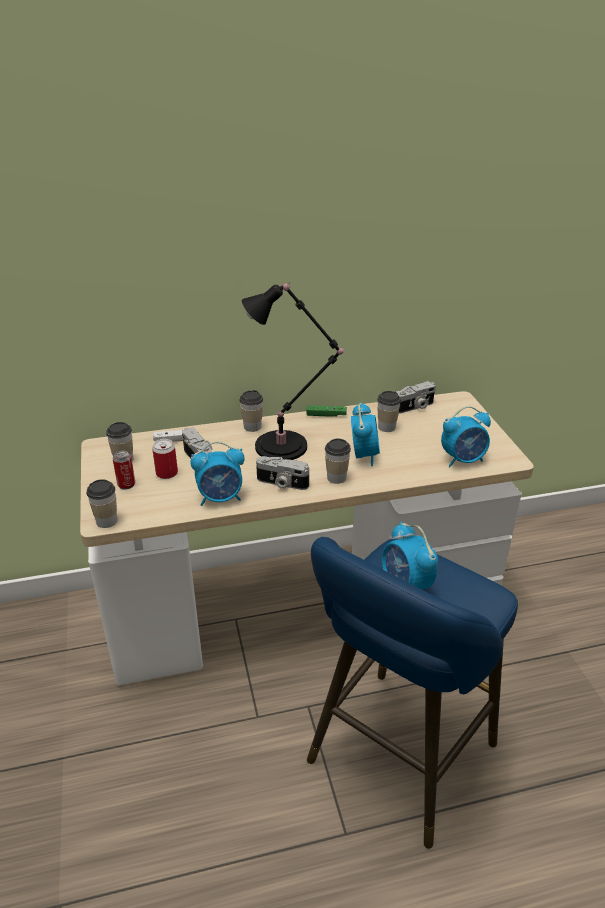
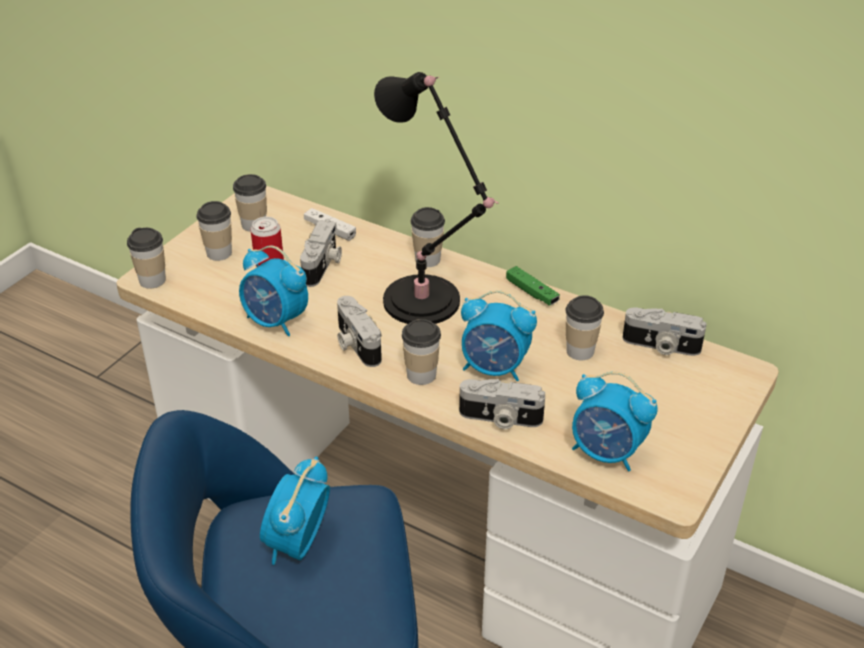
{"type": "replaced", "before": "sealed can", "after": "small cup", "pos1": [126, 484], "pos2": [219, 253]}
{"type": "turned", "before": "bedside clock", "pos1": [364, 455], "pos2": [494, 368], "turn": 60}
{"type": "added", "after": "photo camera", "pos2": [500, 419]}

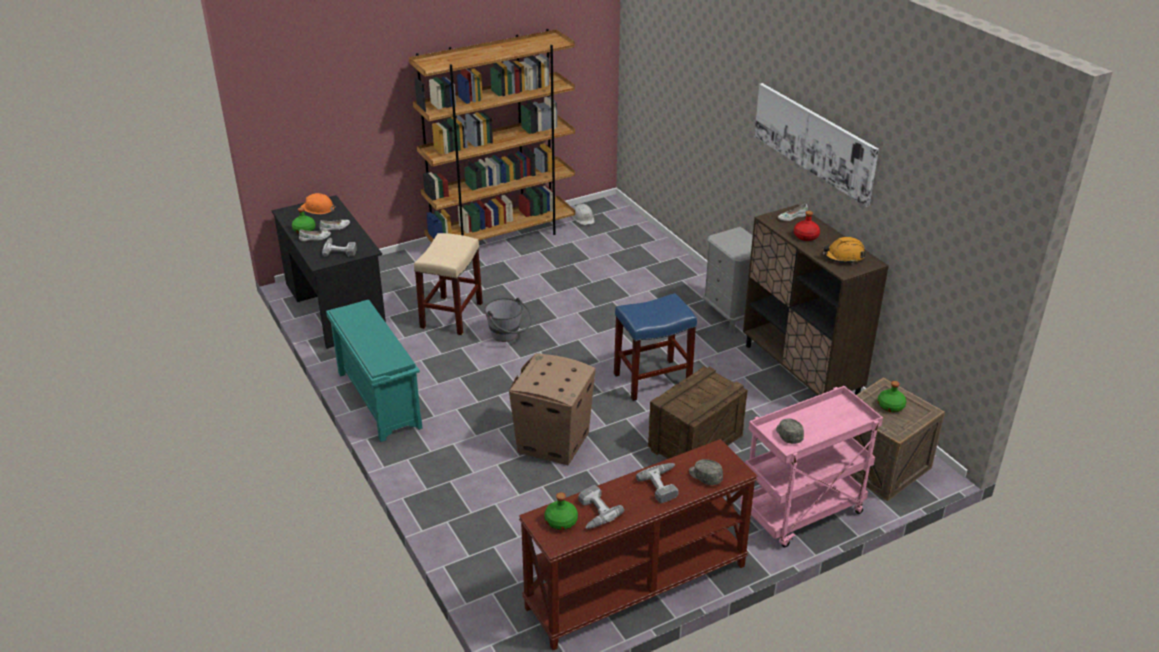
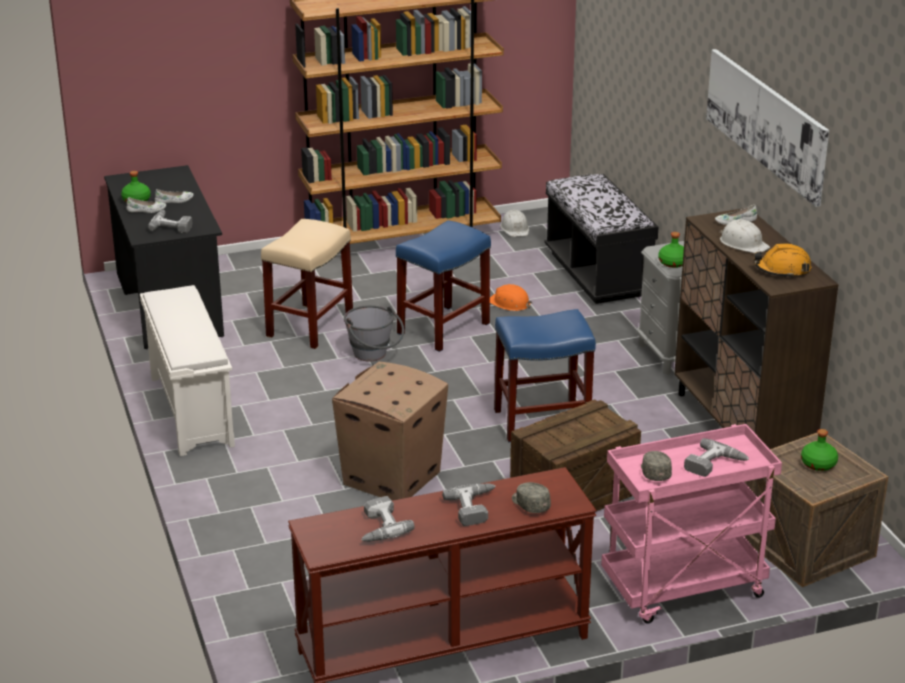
{"type": "moved", "before": "orange-coloured hard hat", "pos1": [318, 208], "pos2": [509, 303]}
{"type": "recoloured", "before": "turquoise shoe stand", "after": "white-coloured shoe stand", "pos1": [377, 399], "pos2": [190, 410]}
{"type": "moved", "before": "greenish drink bottle", "pos1": [561, 522], "pos2": [673, 263]}
{"type": "replaced", "before": "red drink bottle", "after": "white-coloured hard hat", "pos1": [806, 236], "pos2": [743, 243]}
{"type": "added", "after": "bluish stool", "pos2": [443, 329]}
{"type": "added", "after": "black-coloured indoor bench", "pos2": [597, 274]}
{"type": "added", "after": "electric drill", "pos2": [715, 465]}

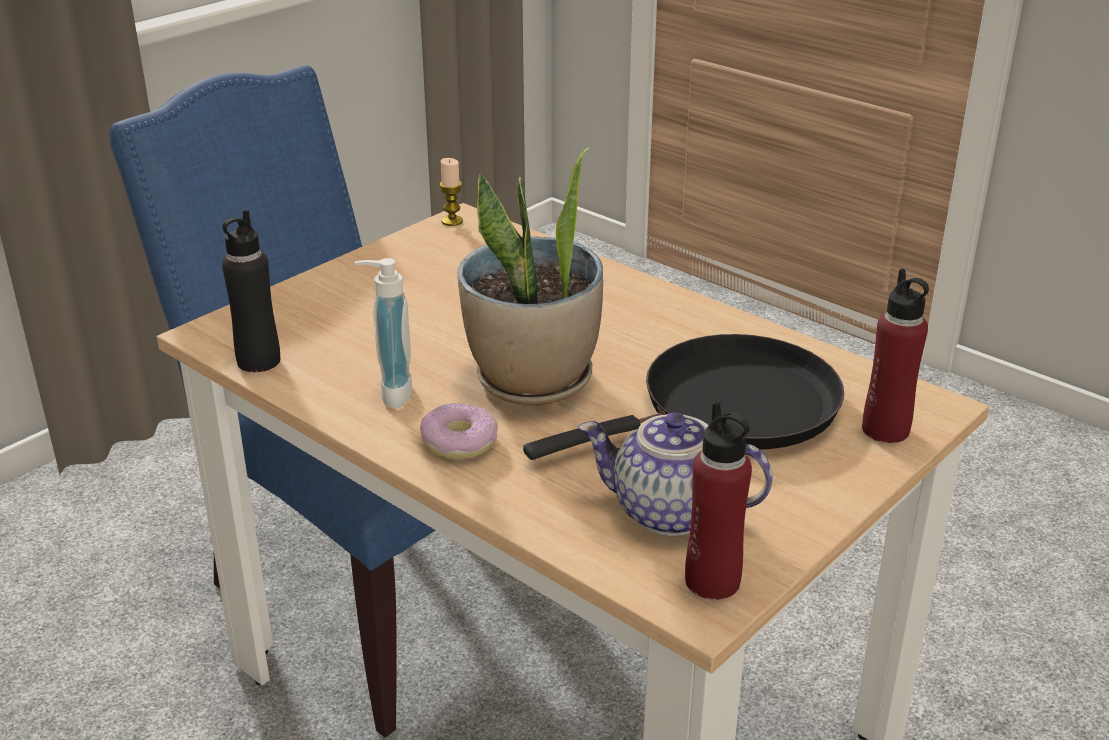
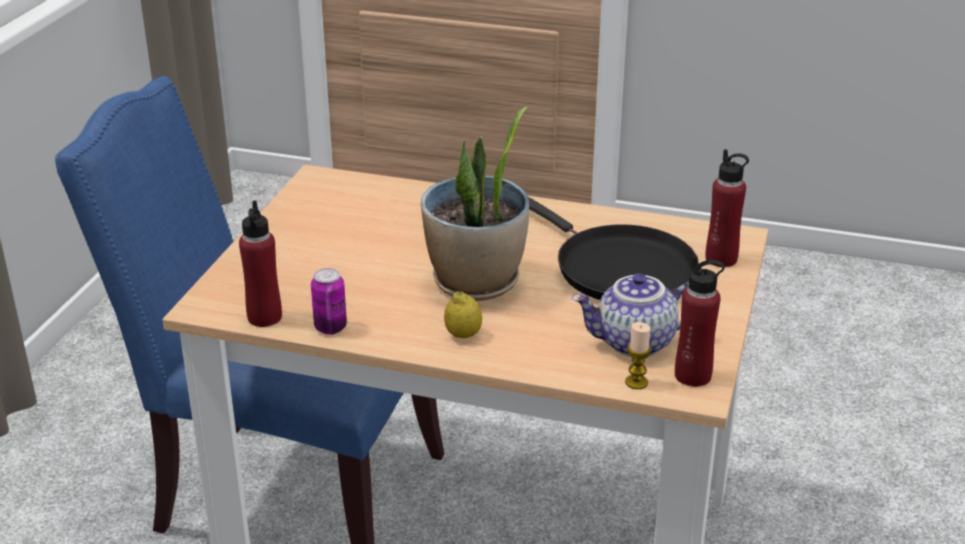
{"type": "recoloured", "before": "black-coloured drink bottle", "after": "red drink bottle", "pos1": [258, 361], "pos2": [264, 317]}
{"type": "removed", "before": "liquid soap bottle", "pos1": [389, 392]}
{"type": "replaced", "before": "donut", "after": "lemon", "pos1": [459, 441], "pos2": [463, 335]}
{"type": "moved", "before": "wax light", "pos1": [452, 221], "pos2": [636, 382]}
{"type": "turned", "before": "black-coloured skillet", "pos1": [729, 408], "pos2": [618, 269], "turn": 105}
{"type": "added", "after": "sealed can", "pos2": [330, 327]}

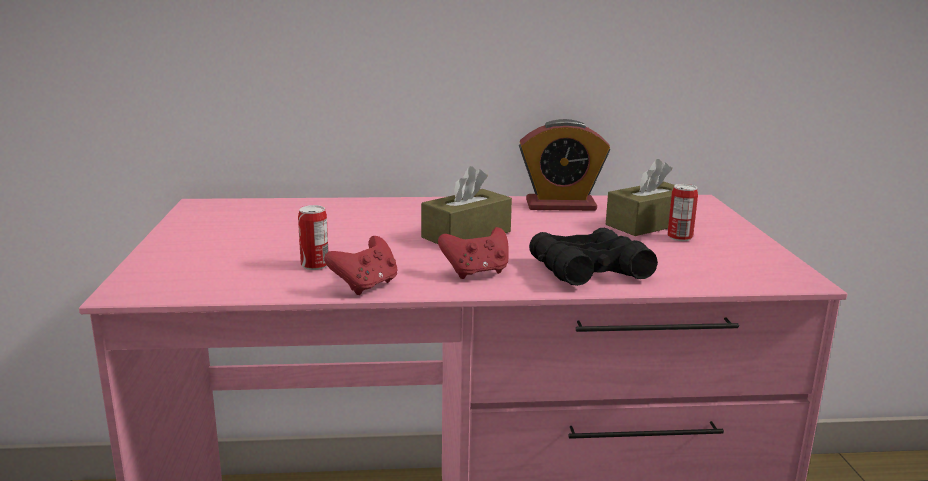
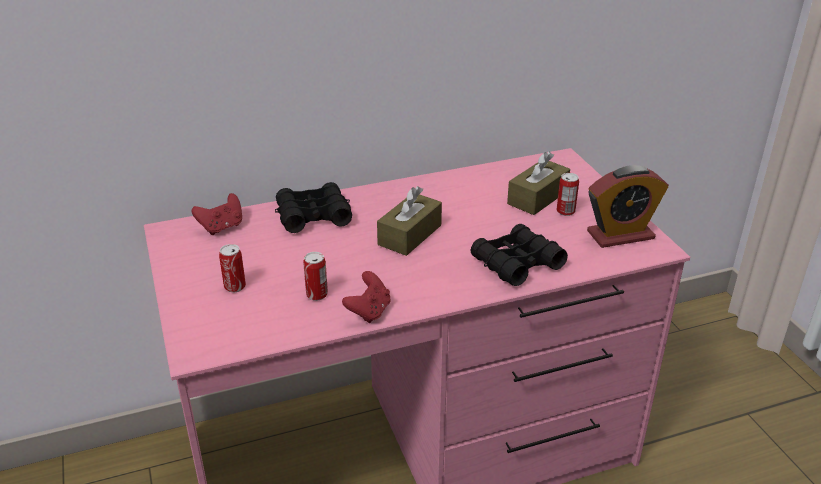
{"type": "moved", "before": "red gamepad", "pos1": [476, 272], "pos2": [222, 227]}
{"type": "moved", "before": "bedside clock", "pos1": [560, 205], "pos2": [620, 235]}
{"type": "added", "after": "sealed can", "pos2": [235, 286]}
{"type": "added", "after": "black-coloured pair of binoculars", "pos2": [313, 216]}

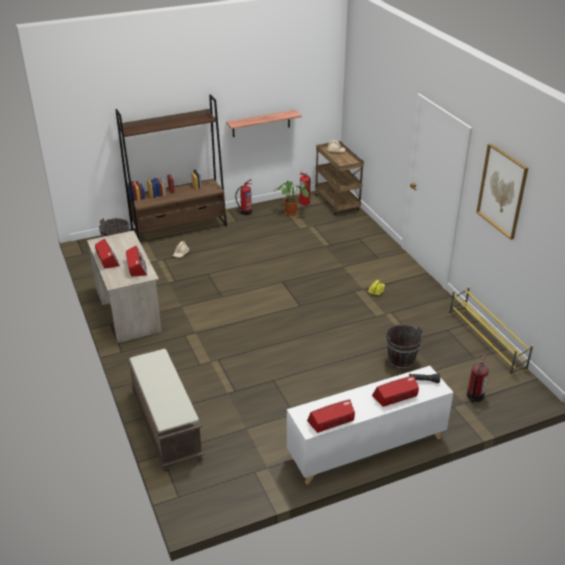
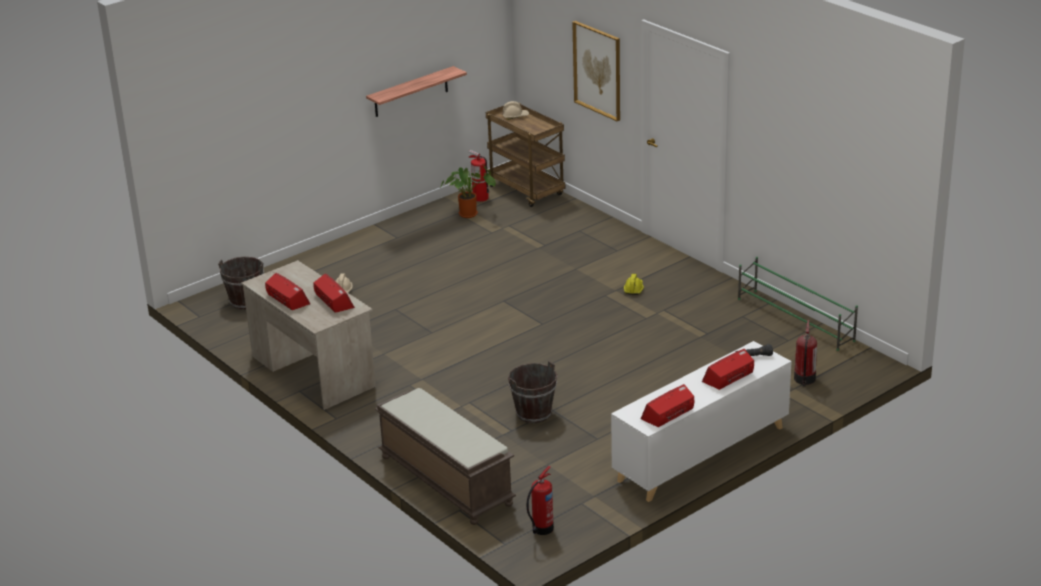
{"type": "removed", "before": "brown-coloured bookshelf", "pos1": [179, 228]}
{"type": "moved", "before": "fire extinguisher", "pos1": [245, 212], "pos2": [541, 529]}
{"type": "moved", "before": "brown-coloured pail", "pos1": [401, 361], "pos2": [534, 413]}
{"type": "recoloured", "before": "yellowish shoe stand", "after": "greenish shoe stand", "pos1": [486, 341], "pos2": [795, 320]}
{"type": "moved", "before": "wall picture", "pos1": [502, 191], "pos2": [597, 70]}

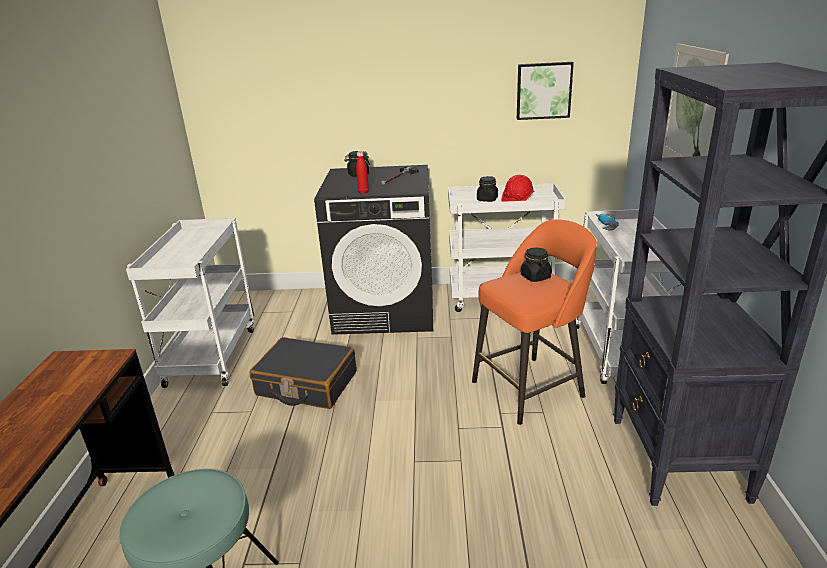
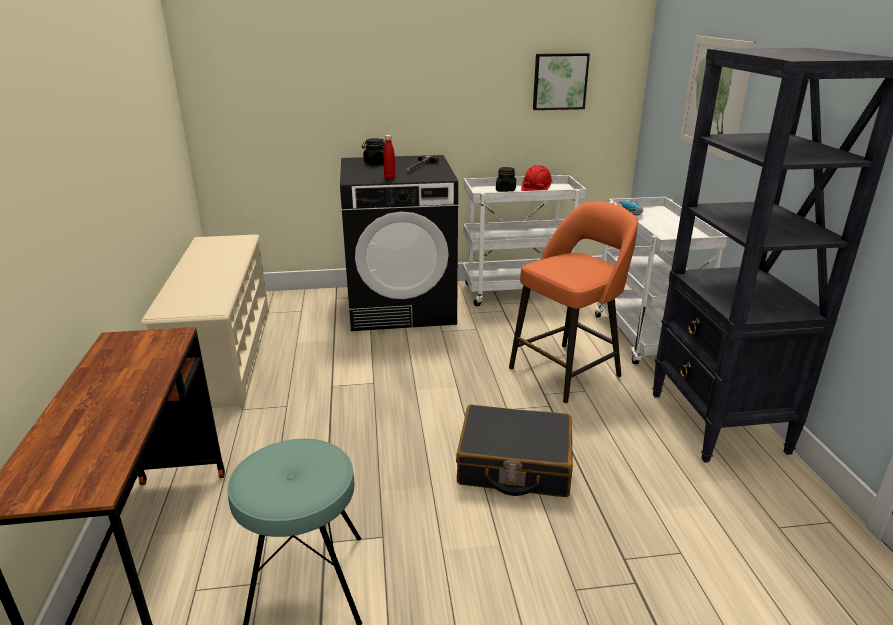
{"type": "replaced", "before": "white-coloured trolley", "after": "beige shoe stand", "pos1": [211, 355], "pos2": [224, 355]}
{"type": "moved", "before": "black-coloured travel case", "pos1": [306, 384], "pos2": [514, 465]}
{"type": "removed", "before": "black-coloured jar", "pos1": [535, 277]}

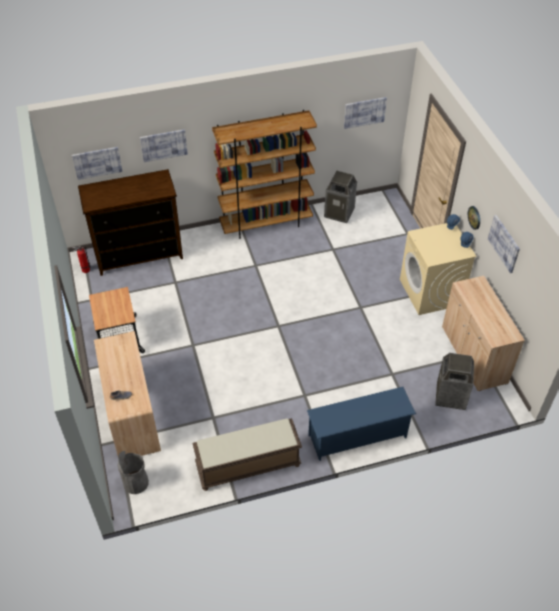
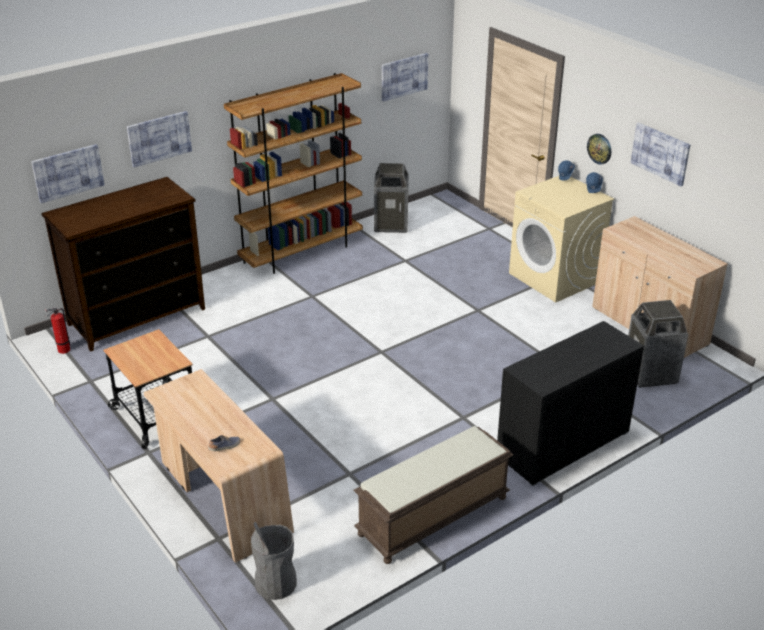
{"type": "replaced", "before": "bluish shoe stand", "after": "black-coloured cabinet", "pos1": [358, 436], "pos2": [562, 444]}

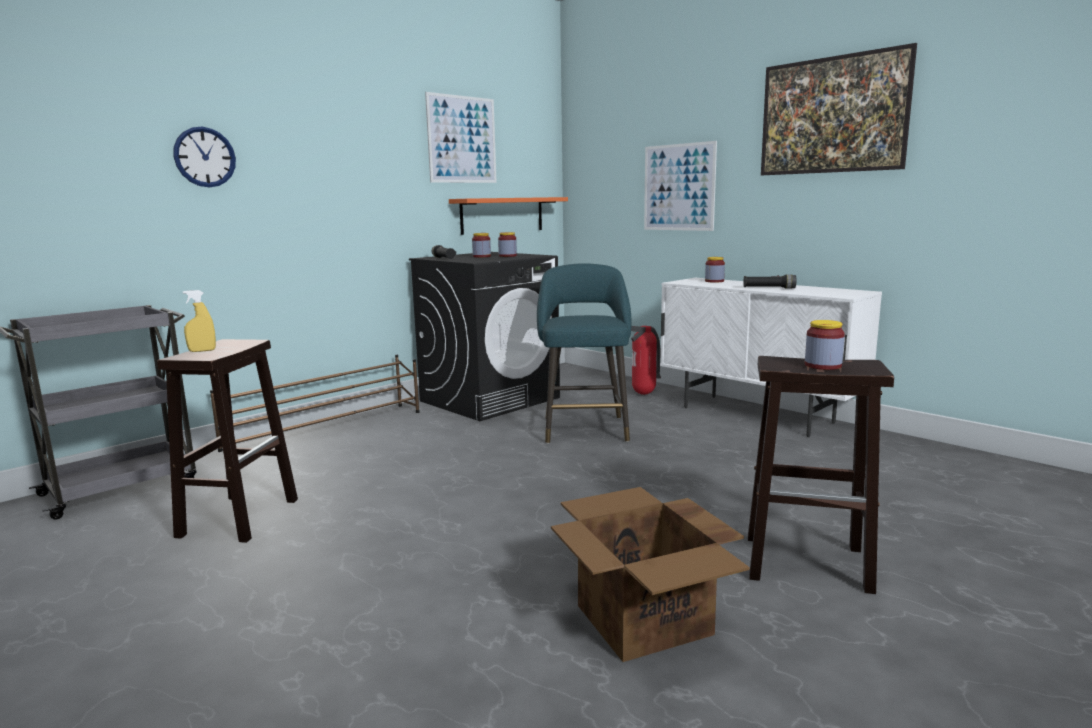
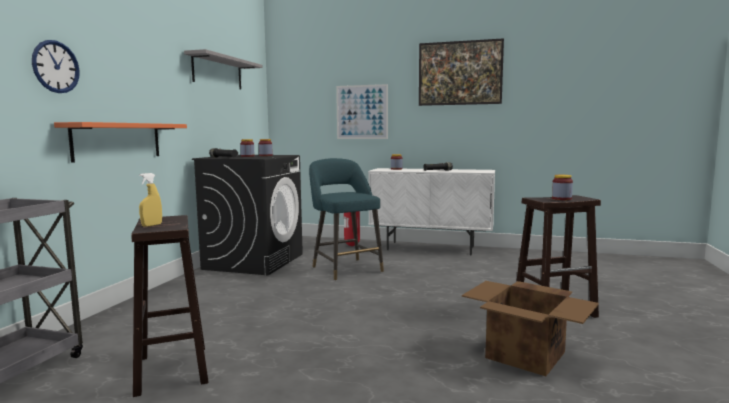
{"type": "removed", "before": "brown-coloured shoe stand", "pos1": [327, 430]}
{"type": "replaced", "before": "wall picture", "after": "grey wall shelf", "pos1": [462, 139], "pos2": [217, 72]}
{"type": "moved", "before": "orange-coloured wall shelf", "pos1": [502, 215], "pos2": [118, 141]}

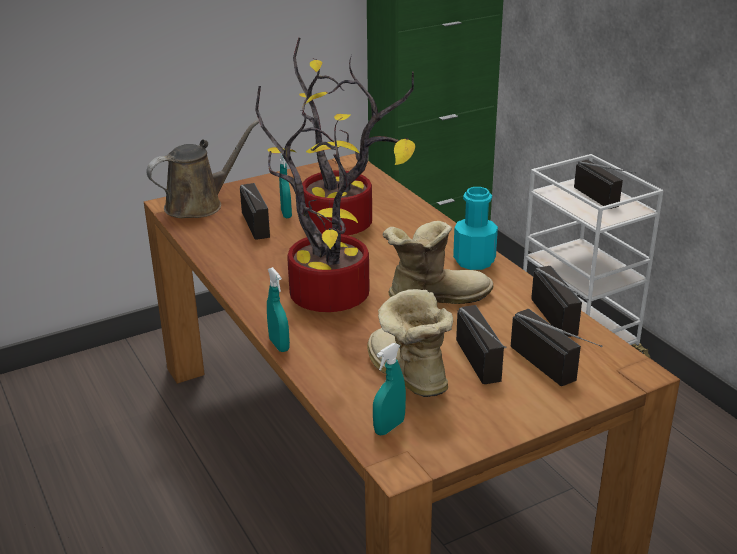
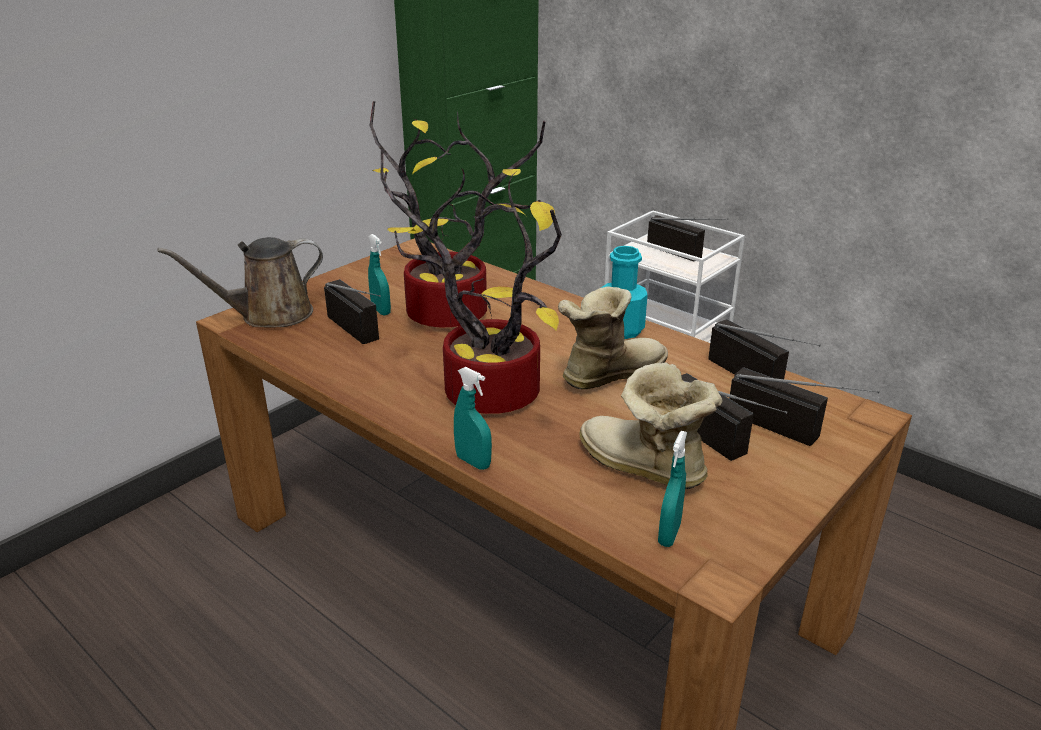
{"type": "turned", "before": "brown-coloured watering can", "pos1": [199, 205], "pos2": [269, 315], "turn": -150}

